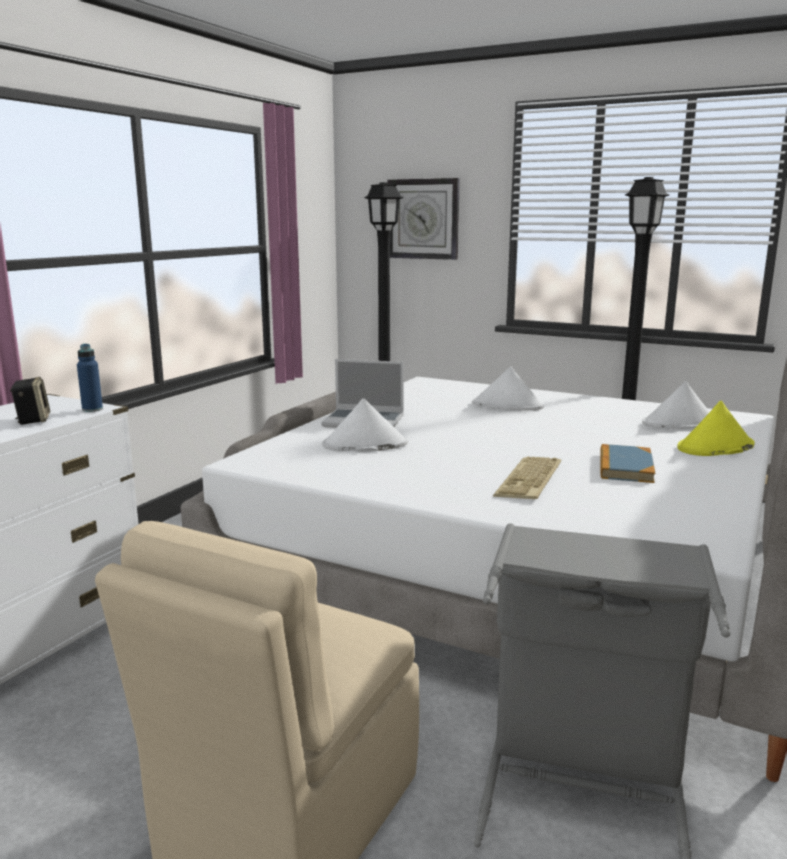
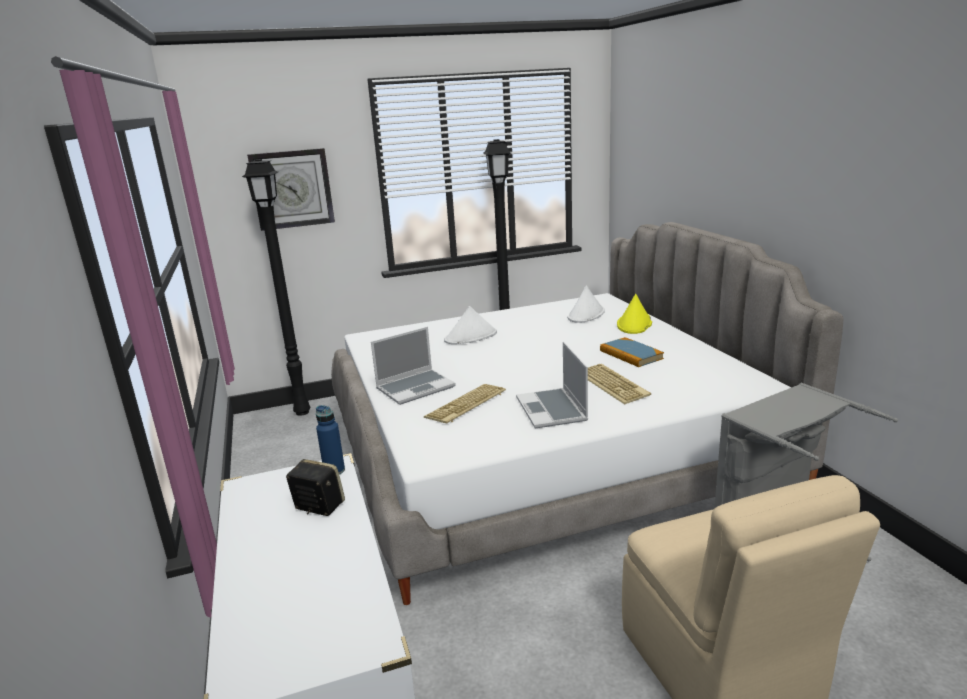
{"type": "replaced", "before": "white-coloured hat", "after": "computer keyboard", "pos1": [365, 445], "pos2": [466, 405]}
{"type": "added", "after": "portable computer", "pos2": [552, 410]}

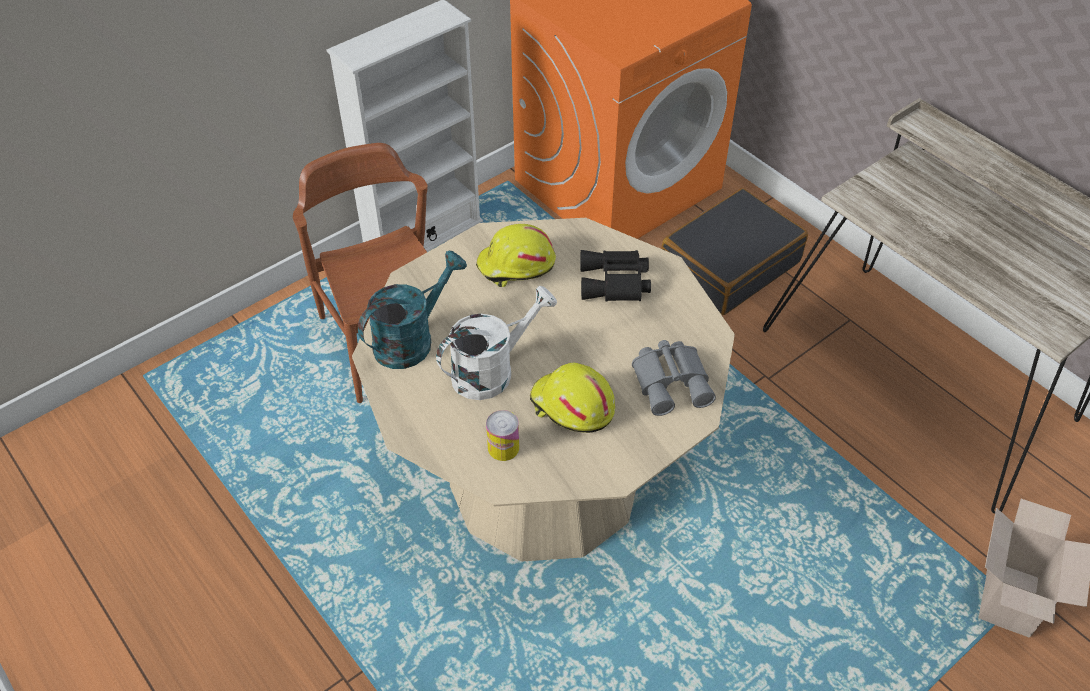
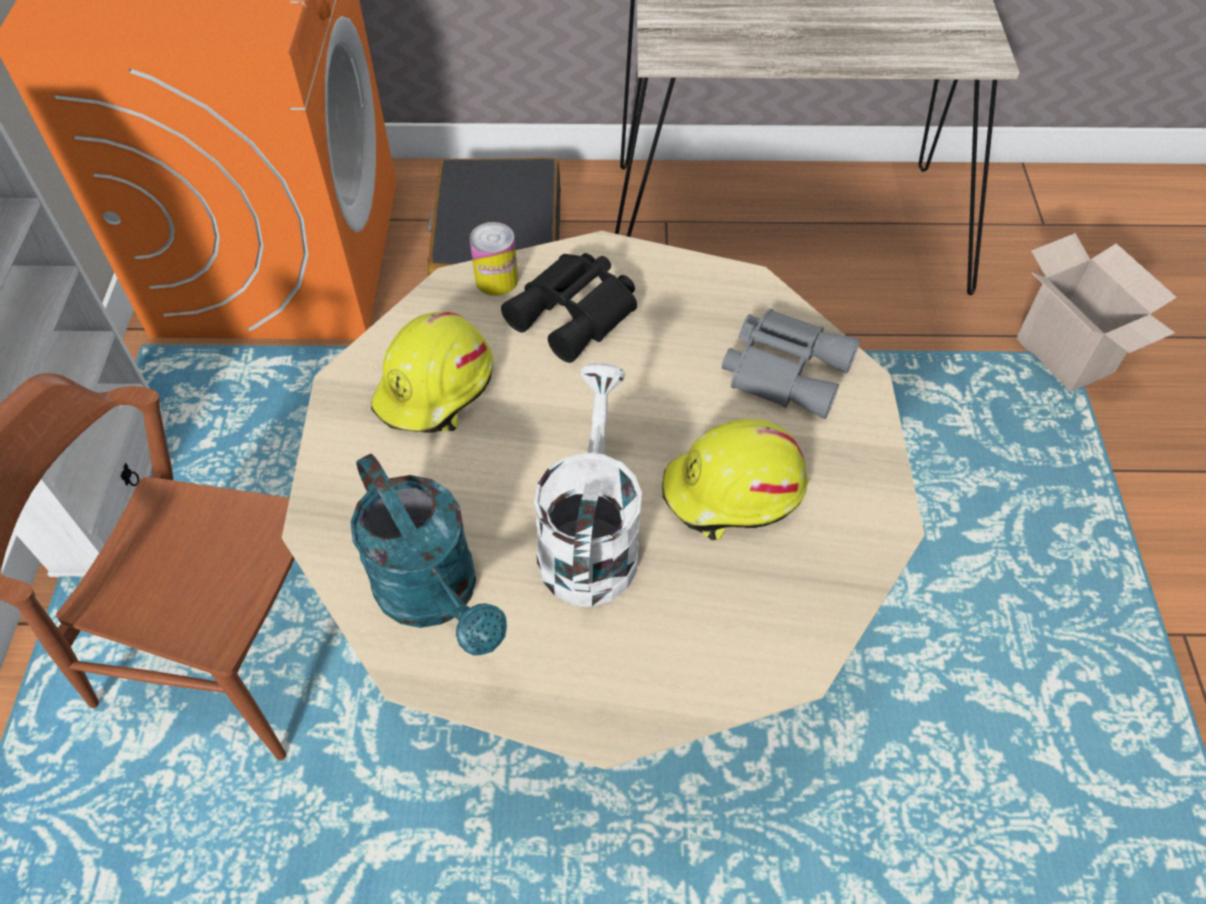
{"type": "turned", "before": "turquoise watering can", "pos1": [412, 339], "pos2": [436, 596], "turn": 150}
{"type": "moved", "before": "sealed can", "pos1": [503, 448], "pos2": [496, 280]}

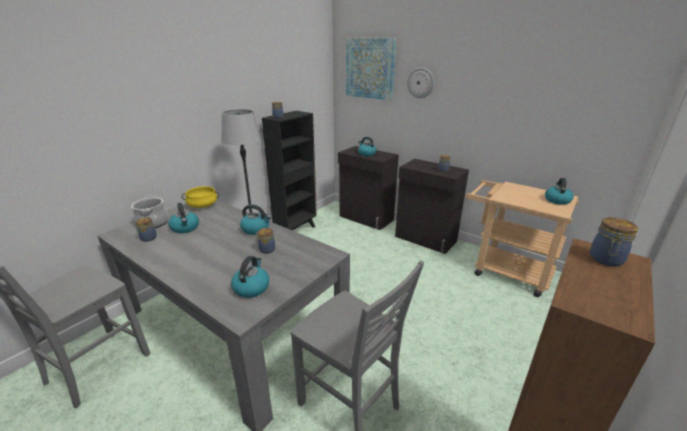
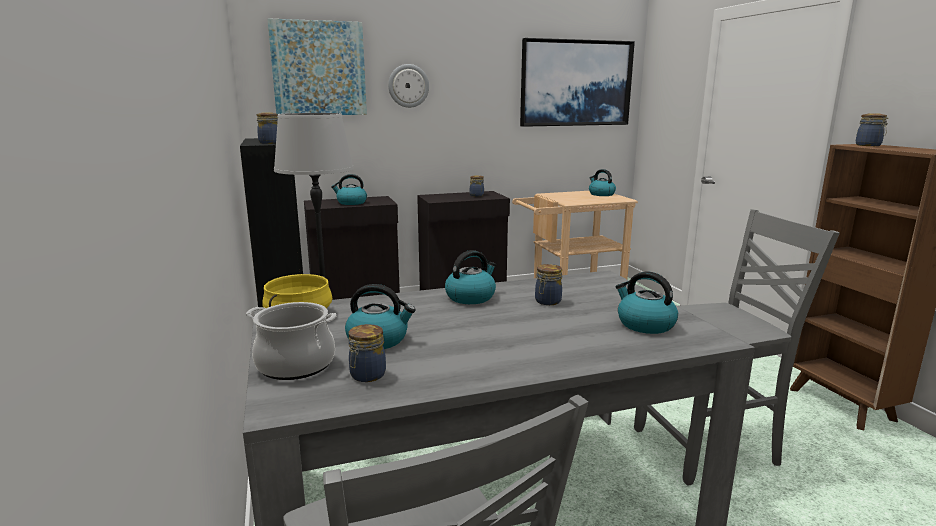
{"type": "added", "after": "wall picture", "pos2": [575, 83]}

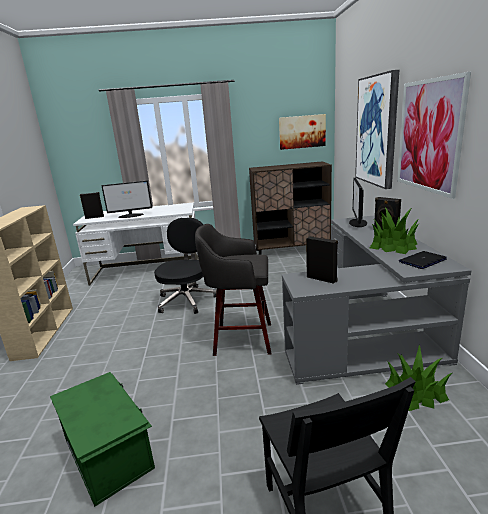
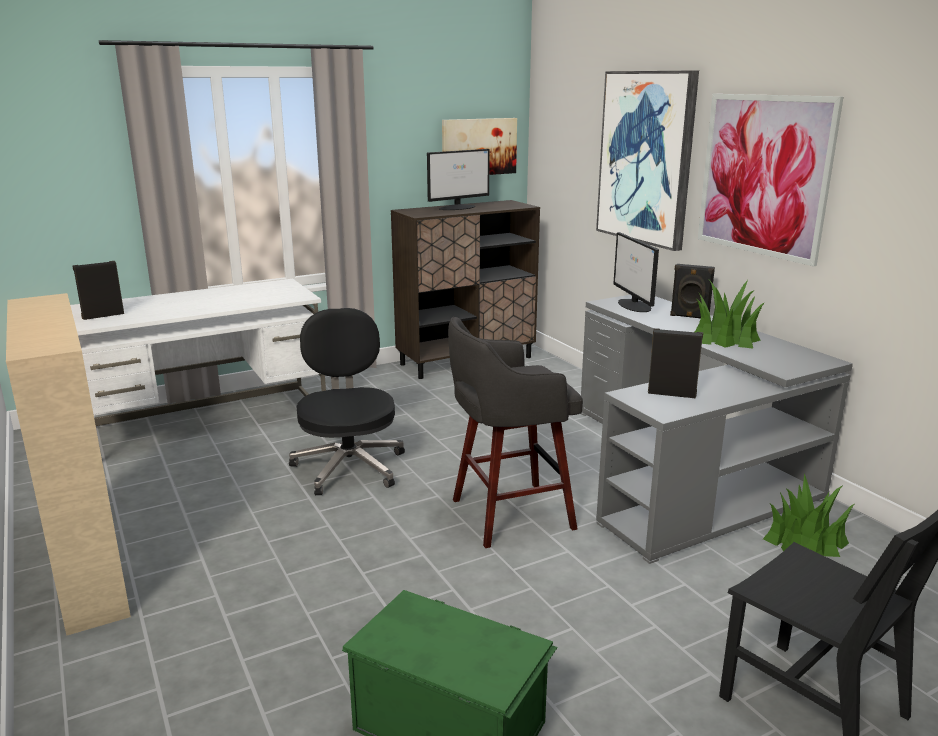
{"type": "moved", "before": "computer display", "pos1": [131, 215], "pos2": [458, 207]}
{"type": "removed", "before": "portable computer", "pos1": [422, 261]}

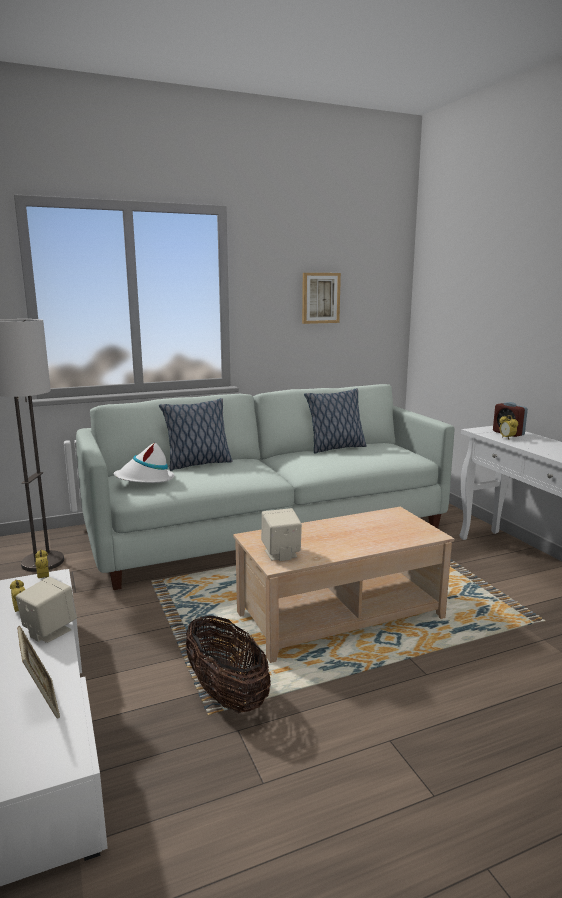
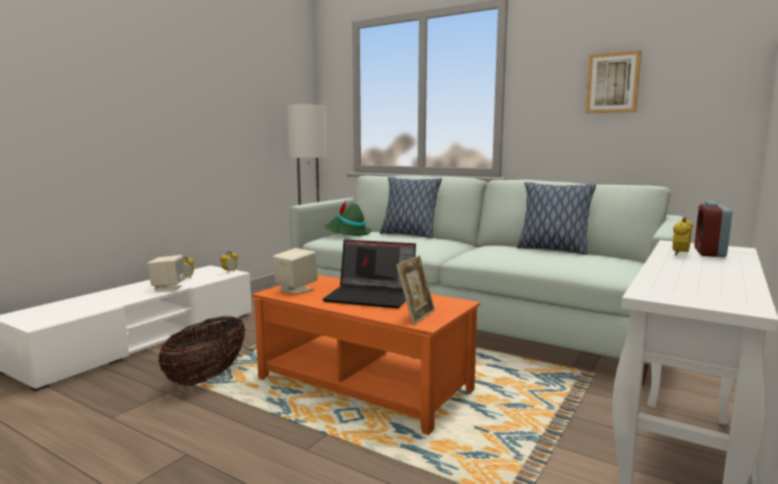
{"type": "moved", "before": "photo frame", "pos1": [42, 702], "pos2": [416, 316]}
{"type": "recoloured", "before": "white-coloured hat", "after": "greenish hat", "pos1": [145, 480], "pos2": [347, 233]}
{"type": "recoloured", "before": "beige lounge table", "after": "orange-coloured lounge table", "pos1": [340, 614], "pos2": [365, 384]}
{"type": "added", "after": "portable computer", "pos2": [372, 296]}

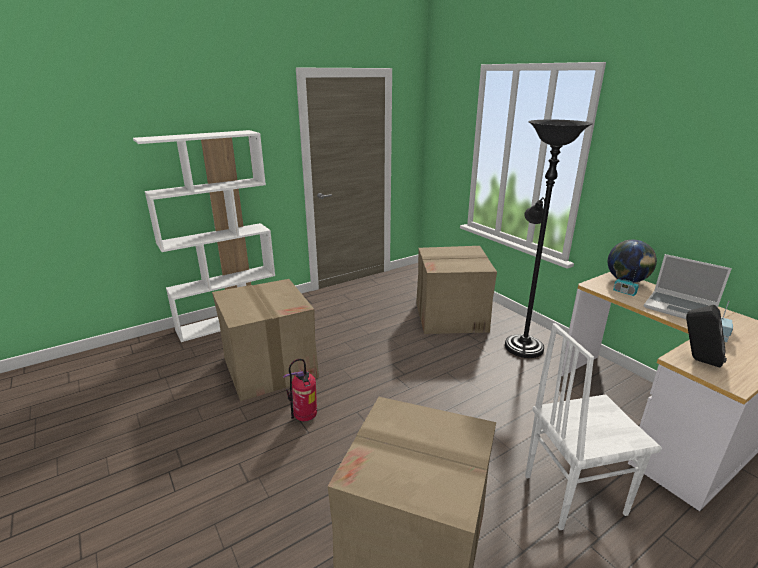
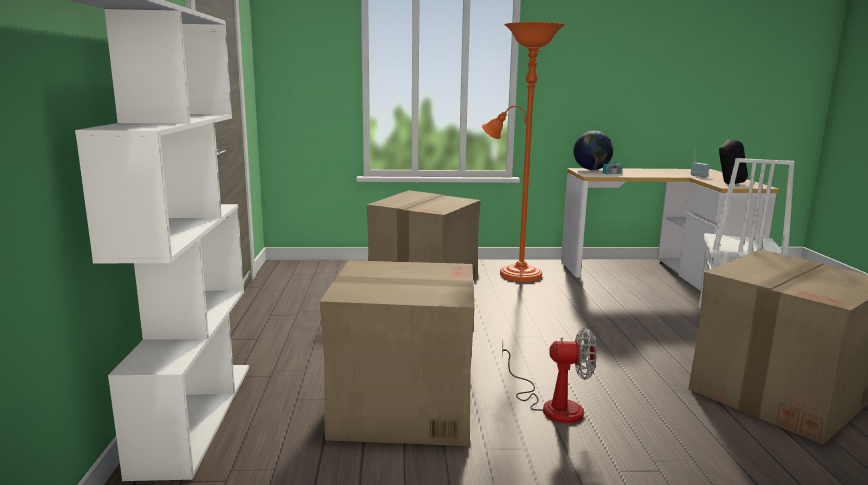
{"type": "replaced", "before": "fire extinguisher", "after": "electric fan", "pos1": [305, 418], "pos2": [552, 405]}
{"type": "recoloured", "before": "black-coloured standing lamp", "after": "orange-coloured standing lamp", "pos1": [522, 344], "pos2": [515, 274]}
{"type": "removed", "before": "portable computer", "pos1": [681, 308]}

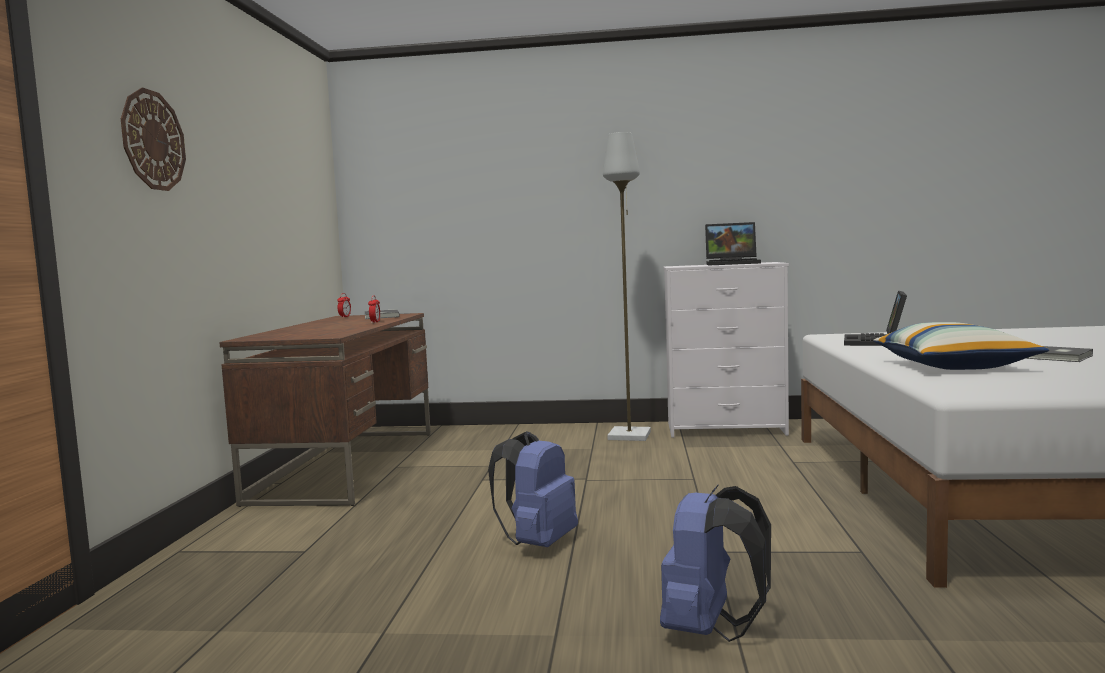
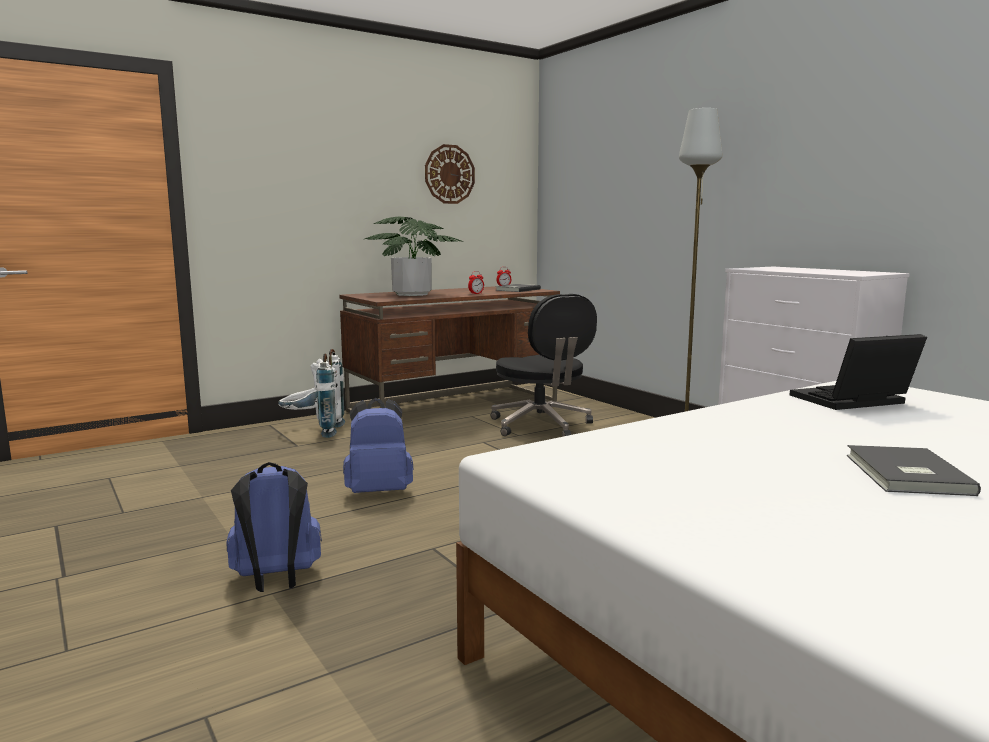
{"type": "moved", "before": "wall clock", "pos1": [153, 140], "pos2": [449, 174]}
{"type": "removed", "before": "portable computer", "pos1": [733, 263]}
{"type": "removed", "before": "pillow", "pos1": [953, 366]}
{"type": "added", "after": "white-coloured rucksack", "pos2": [313, 431]}
{"type": "added", "after": "houseplant", "pos2": [412, 294]}
{"type": "added", "after": "black-coloured desk chair", "pos2": [541, 426]}

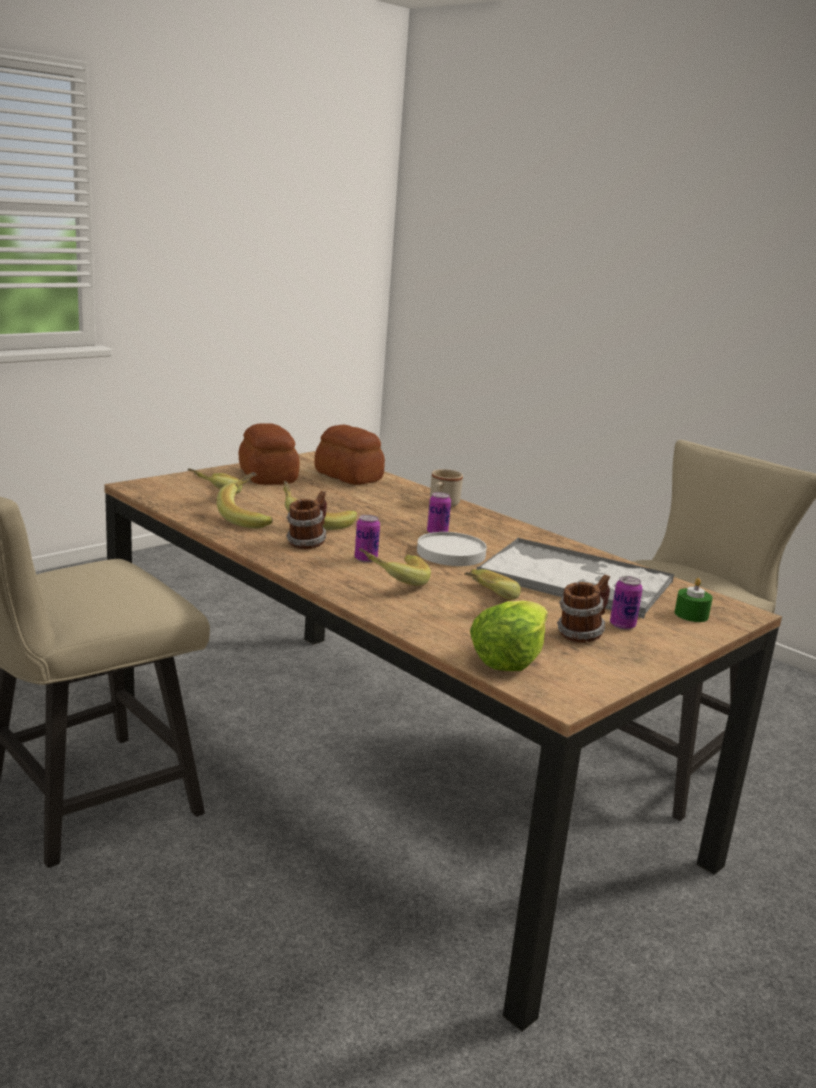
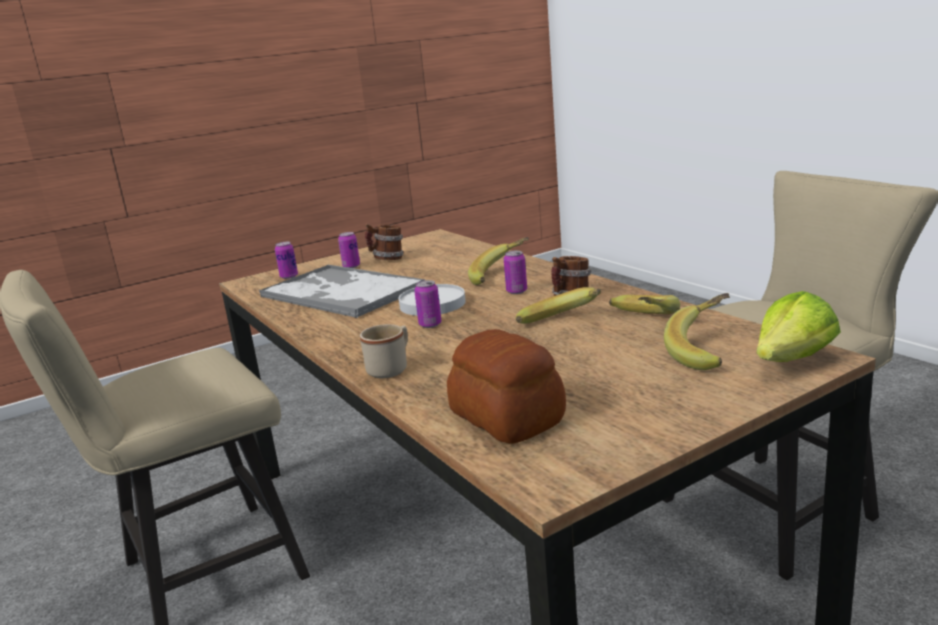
{"type": "removed", "before": "baked bread", "pos1": [268, 476]}
{"type": "removed", "before": "banana fruit", "pos1": [479, 600]}
{"type": "moved", "before": "lettuce head", "pos1": [508, 658], "pos2": [793, 360]}
{"type": "replaced", "before": "greenish wax light", "after": "sealed can", "pos1": [691, 615], "pos2": [289, 276]}

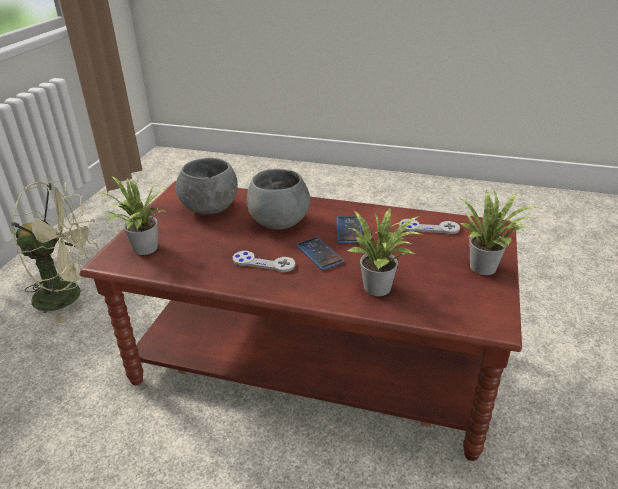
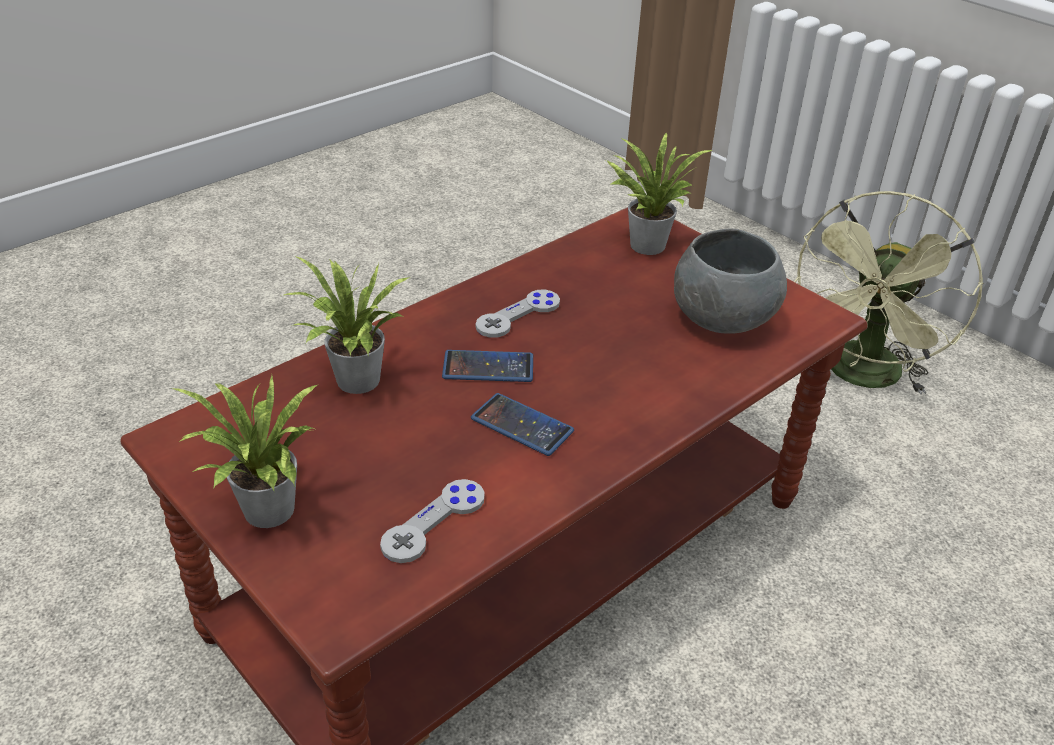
{"type": "removed", "before": "grey deep dish", "pos1": [280, 222]}

